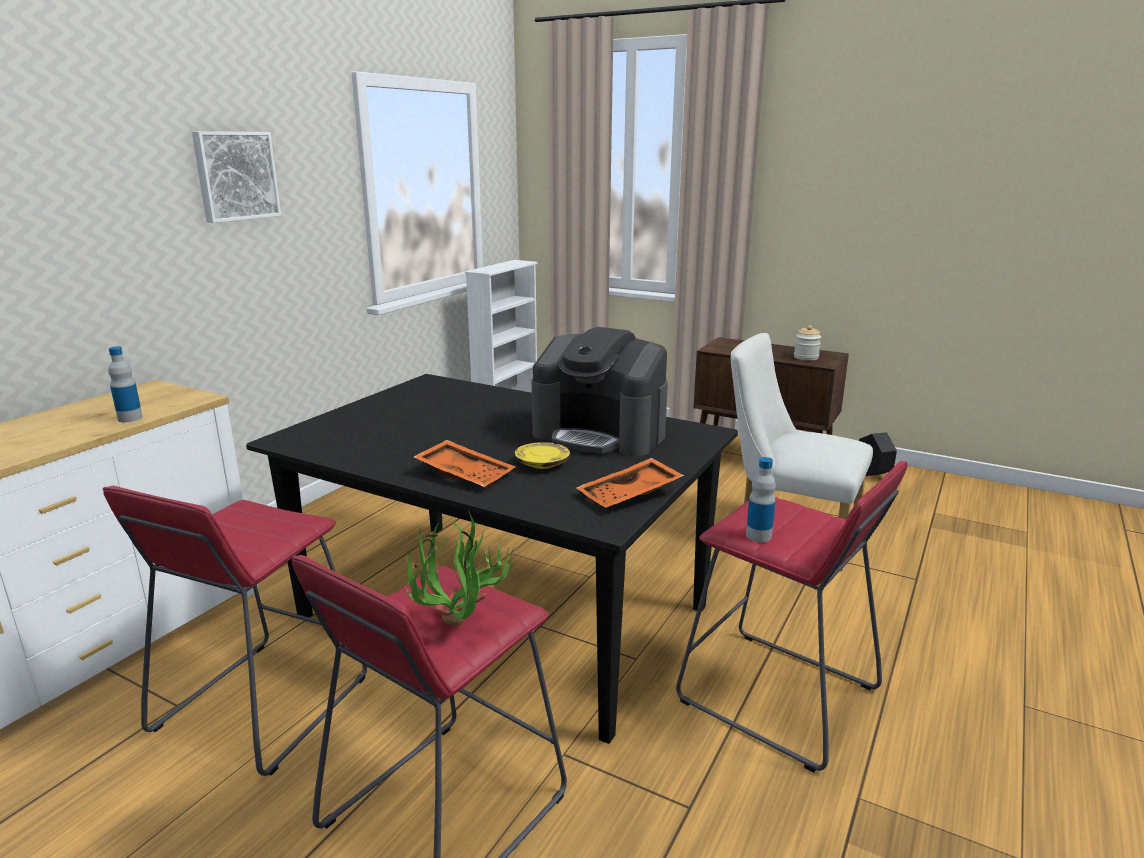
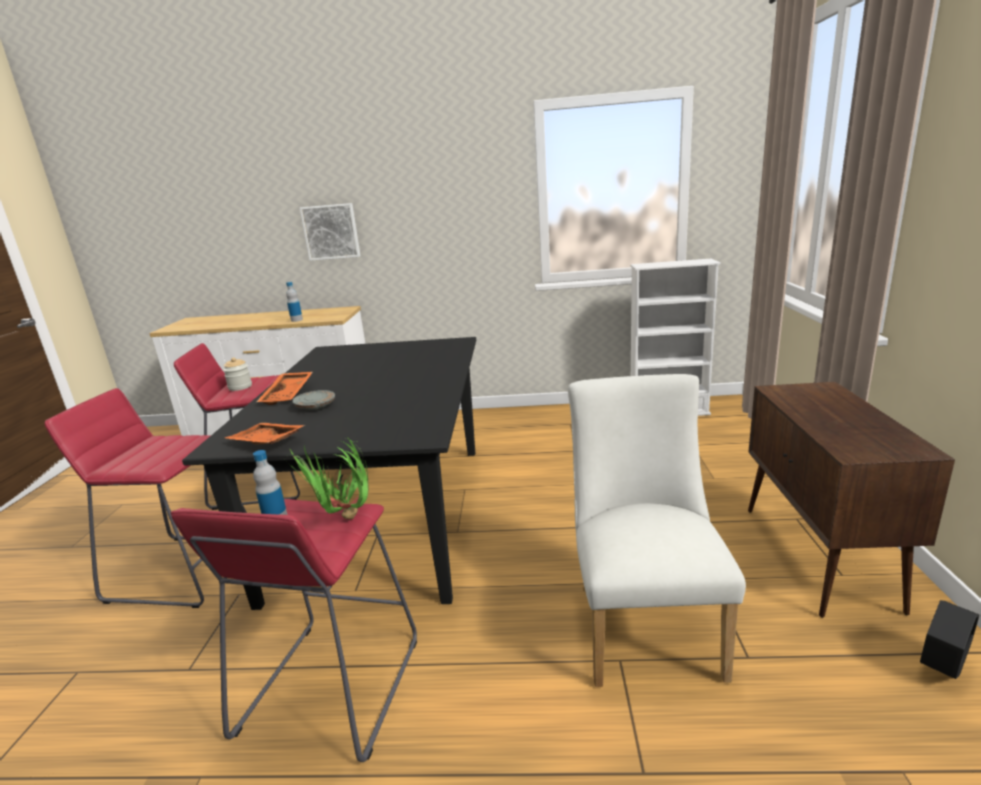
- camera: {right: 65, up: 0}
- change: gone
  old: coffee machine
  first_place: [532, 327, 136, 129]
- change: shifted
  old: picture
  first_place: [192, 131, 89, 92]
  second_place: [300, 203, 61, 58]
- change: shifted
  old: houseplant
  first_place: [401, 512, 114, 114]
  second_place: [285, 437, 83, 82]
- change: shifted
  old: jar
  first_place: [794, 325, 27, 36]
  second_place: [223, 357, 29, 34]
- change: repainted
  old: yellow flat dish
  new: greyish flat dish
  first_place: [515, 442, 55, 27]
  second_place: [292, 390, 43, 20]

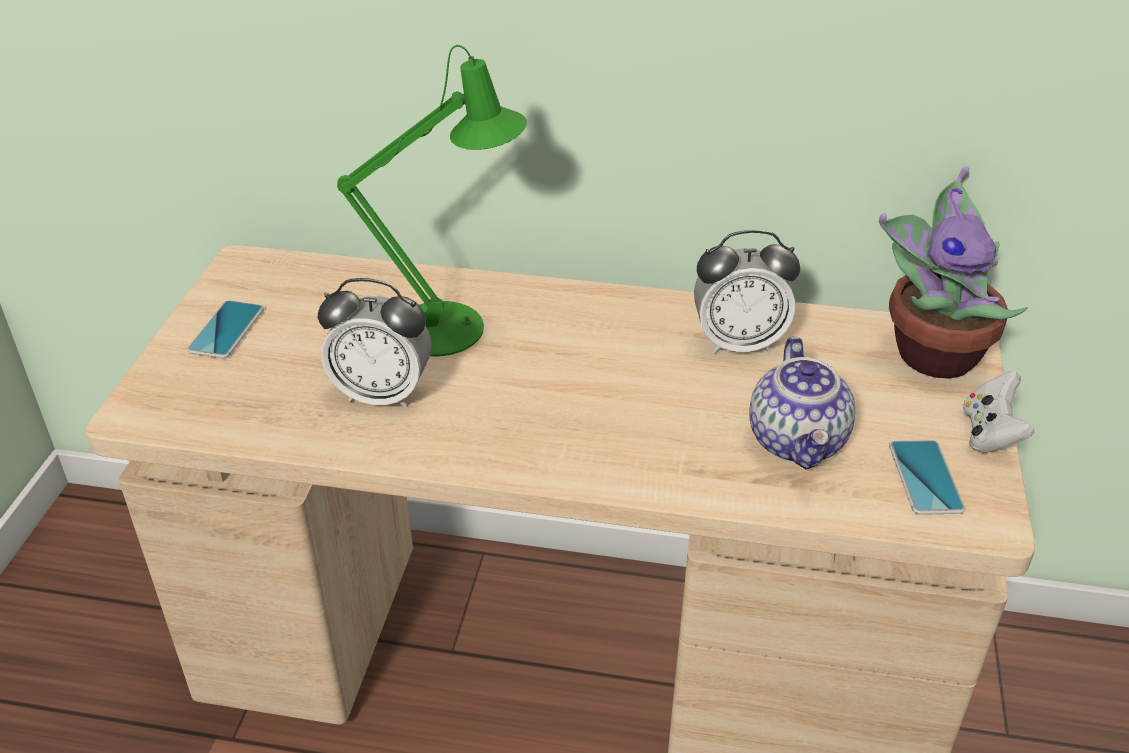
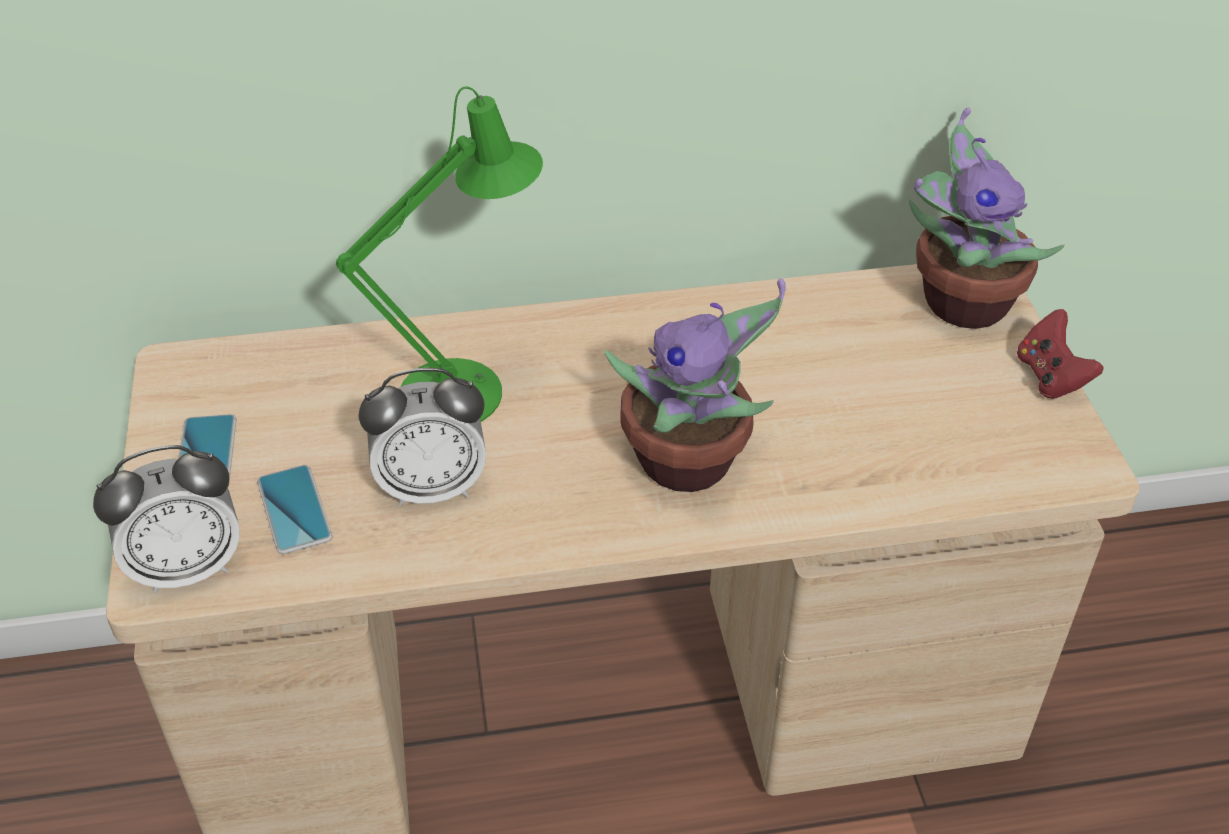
- camera: {right: -20, up: 5}
- change: gone
  old: teapot
  first_place: [749, 337, 106, 132]
- change: new
  new: houseplant
  second_place: [605, 279, 181, 213]
- change: shifted
  old: alarm clock
  first_place: [694, 230, 106, 124]
  second_place: [93, 445, 147, 149]
- change: shifted
  old: phone
  first_place: [889, 440, 76, 75]
  second_place: [257, 465, 76, 89]
- change: repainted
  old: white-coloured joypad
  new: red-coloured joypad
  first_place: [963, 371, 71, 82]
  second_place: [1017, 309, 86, 90]

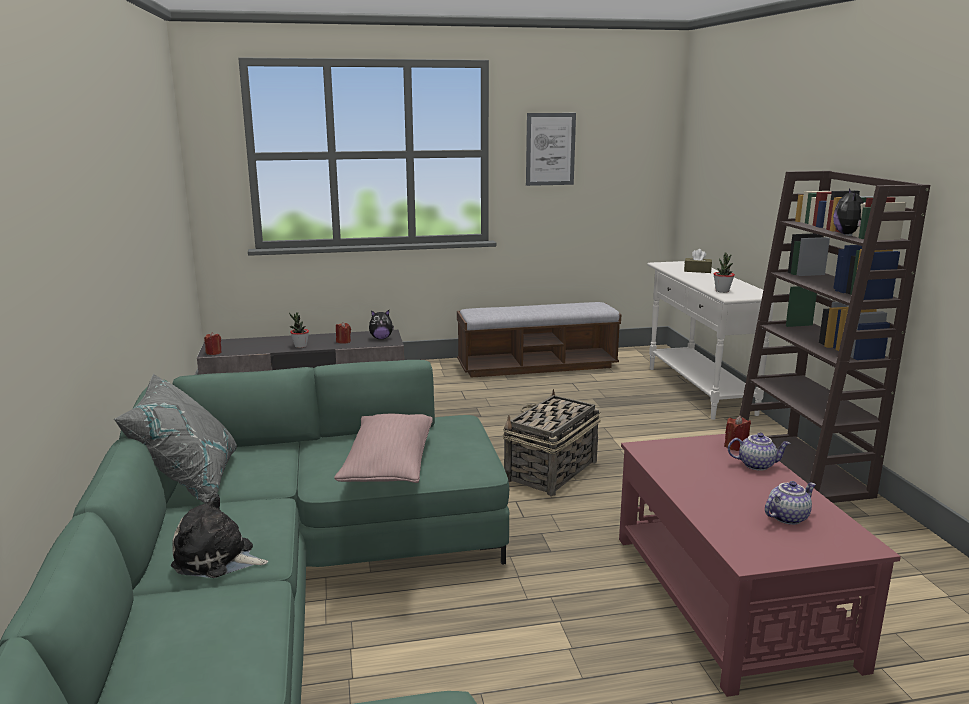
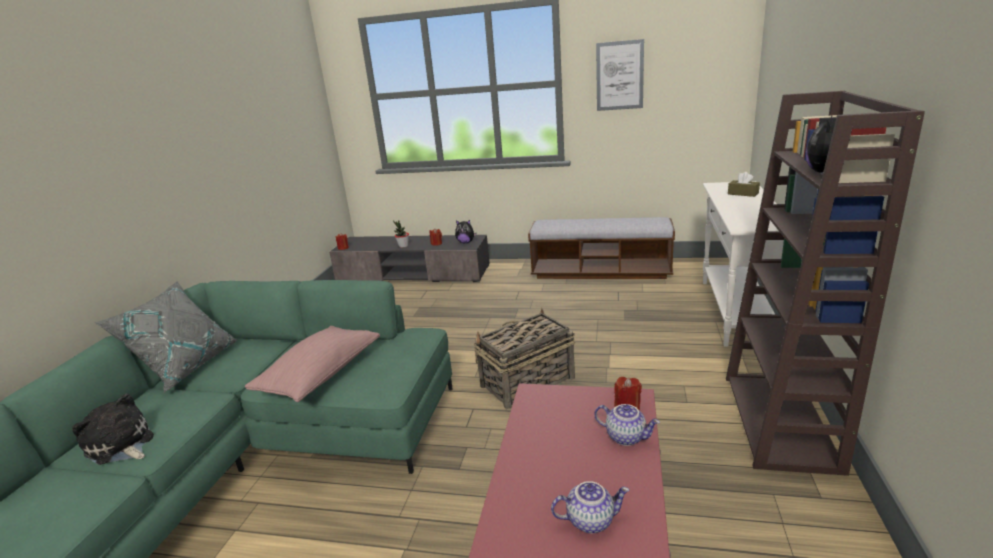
- camera: {right: 25, up: 5}
- change: gone
  old: houseplant
  first_place: [713, 252, 22, 41]

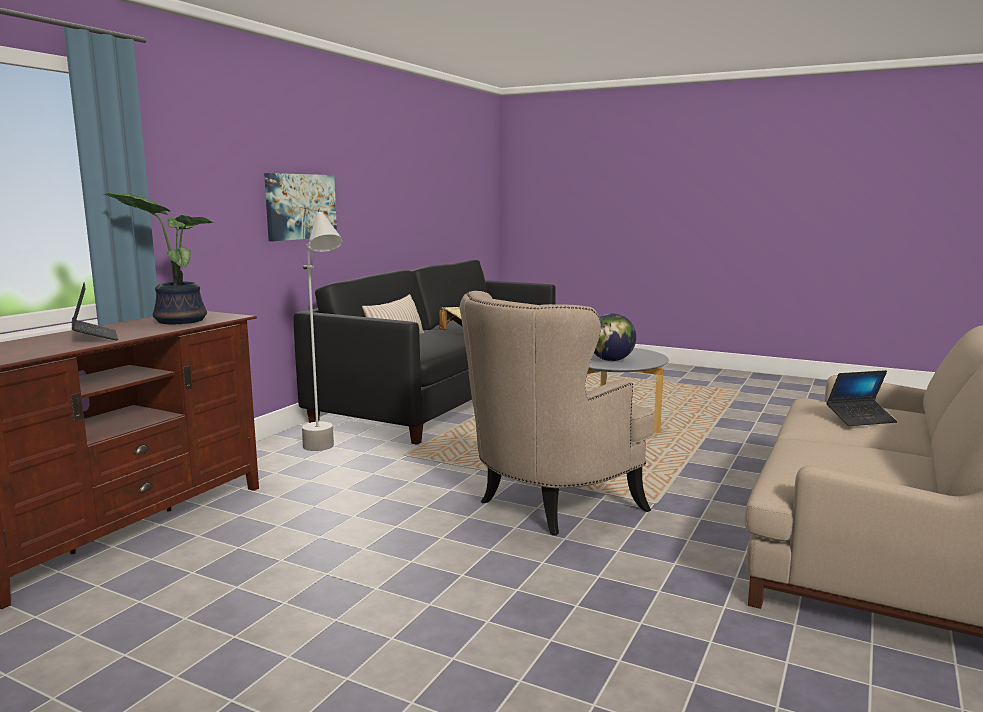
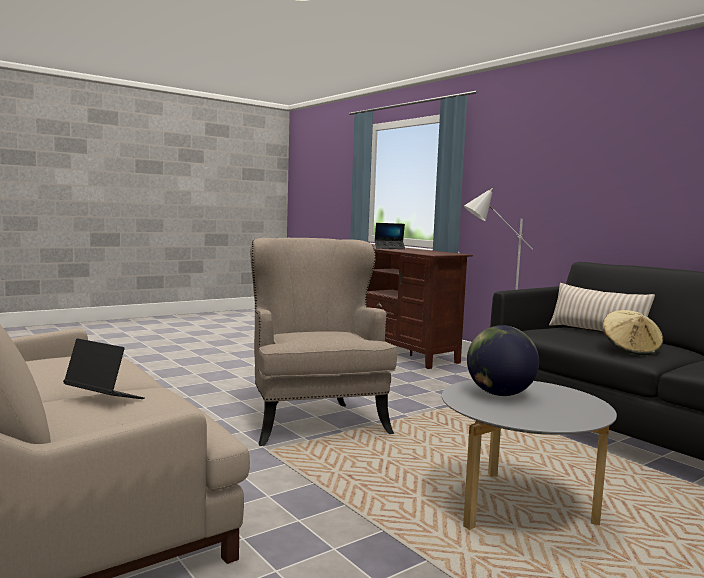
- camera: {right: 115, up: -5}
- change: gone
  old: houseplant
  first_place: [104, 192, 111, 132]
- change: gone
  old: picture
  first_place: [264, 173, 73, 68]
- change: rotated
  old: notebook computer
  first_place: [826, 370, 71, 56]
  second_place: [63, 338, 82, 61]
  degrees: 105

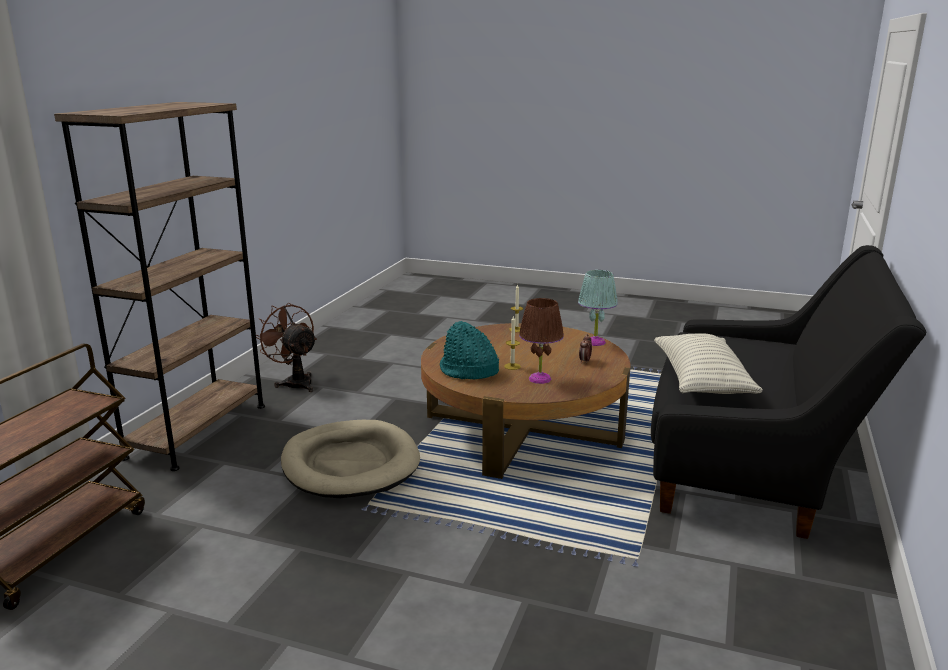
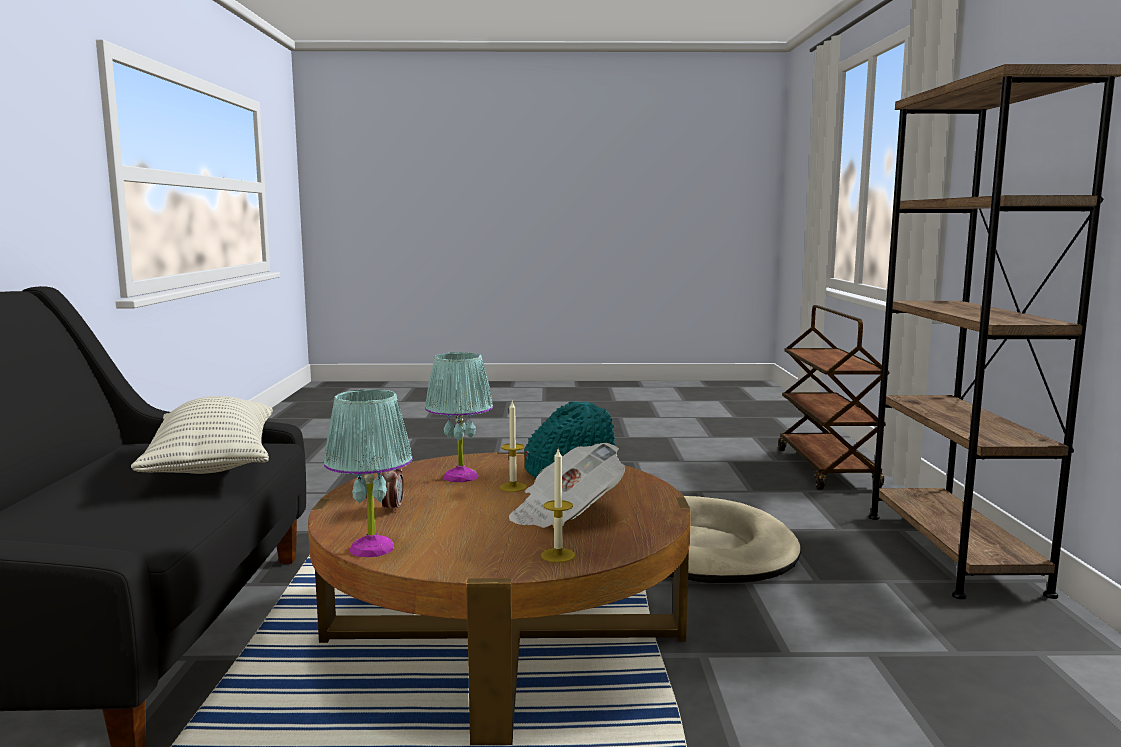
- camera: {right: 160, up: -10}
- change: gone
  old: brown fan
  first_place: [256, 303, 61, 89]
- change: new
  new: newspaper
  second_place: [509, 443, 116, 85]
- change: repainted
  old: brown tabletop lamp
  new: blue-green tabletop lamp
  first_place: [519, 298, 45, 86]
  second_place: [425, 352, 68, 130]

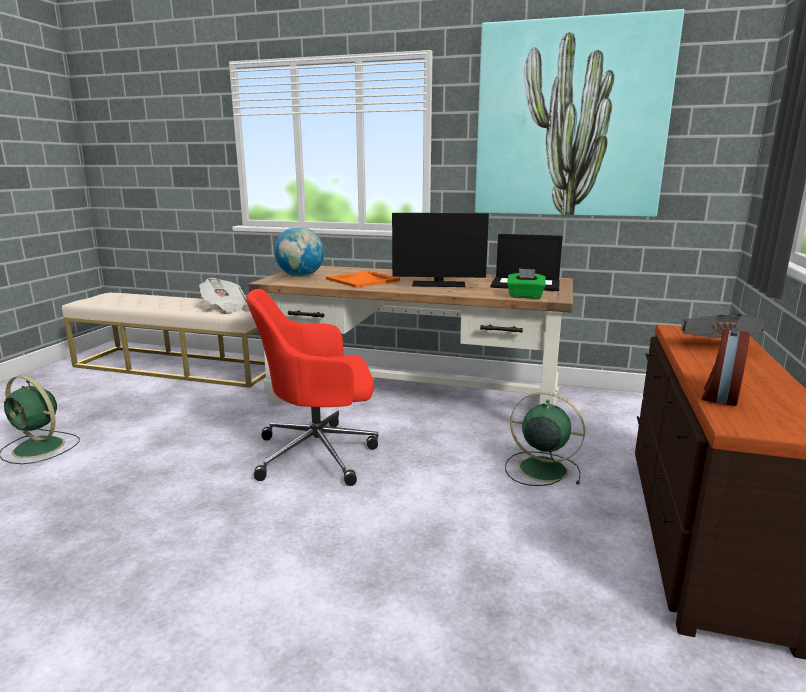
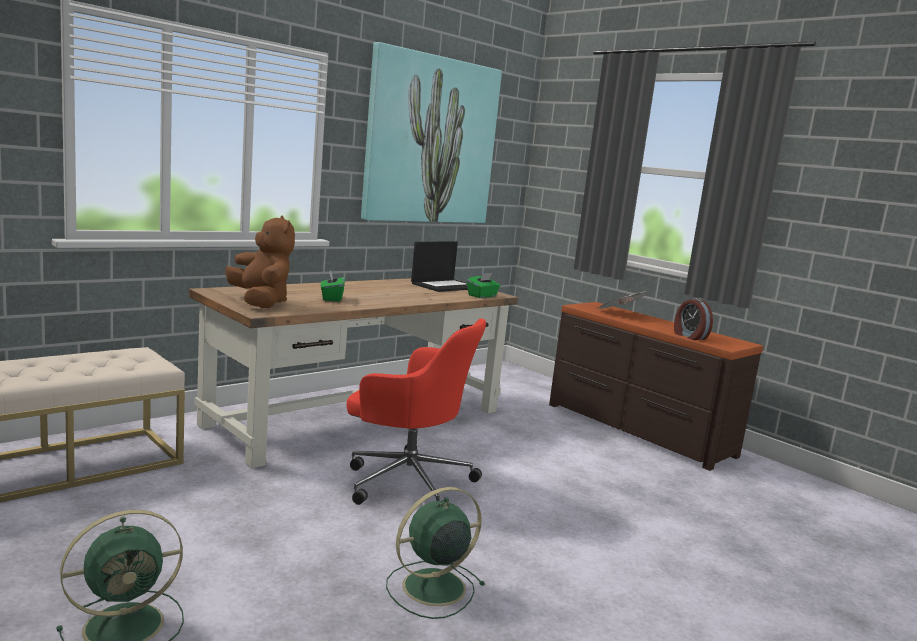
- camera: {right: -60, up: -5}
- change: gone
  old: newspaper
  first_place: [199, 278, 48, 34]
- change: gone
  old: monitor
  first_place: [392, 213, 97, 74]
- change: shifted
  old: green-coloured fan
  first_place: [505, 392, 80, 94]
  second_place: [386, 487, 99, 132]
- change: swapped
  old: desk globe
  new: brown plush toy
  first_place: [274, 227, 50, 50]
  second_place: [225, 216, 70, 92]
- change: swapped
  old: orange-coloured tray
  new: green-coloured tissue holder
  first_place: [326, 271, 74, 17]
  second_place: [321, 271, 24, 31]
- change: rotated
  old: red-coloured computer chair
  first_place: [246, 289, 132, 197]
  second_place: [347, 318, 139, 187]
  degrees: -90

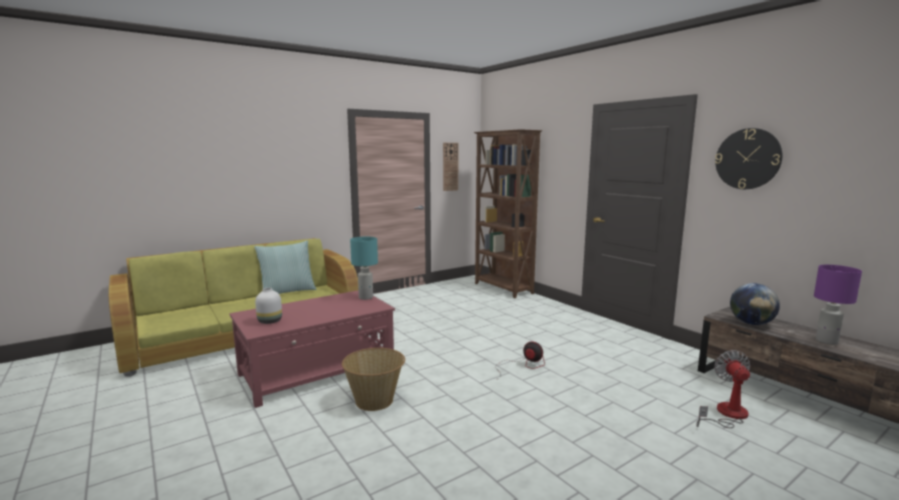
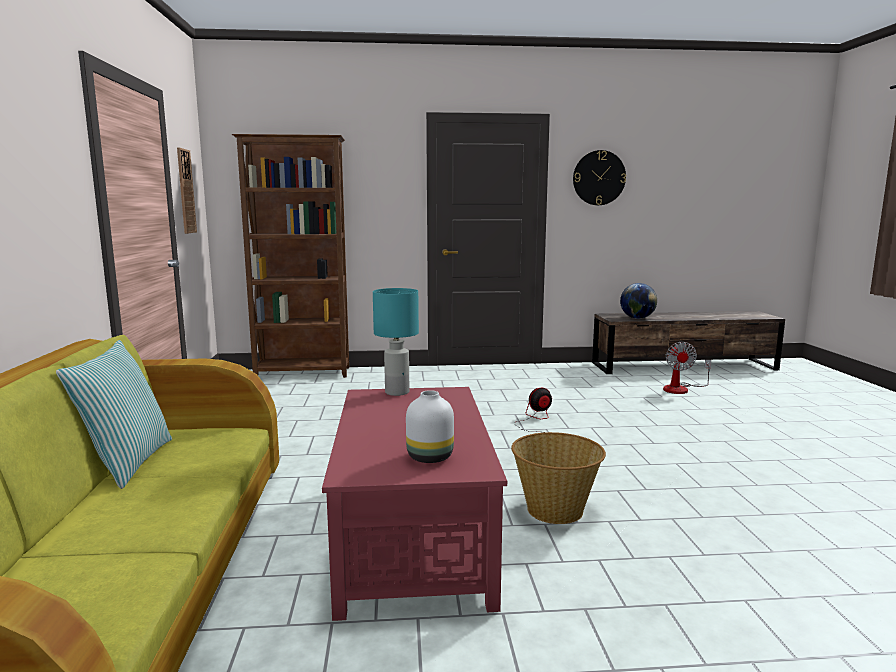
- camera: {right: -60, up: 0}
- change: gone
  old: purplish tabletop lamp
  first_place: [814, 265, 48, 80]
- change: rotated
  old: fan
  first_place: [696, 350, 54, 78]
  second_place: [663, 341, 48, 53]
  degrees: -120

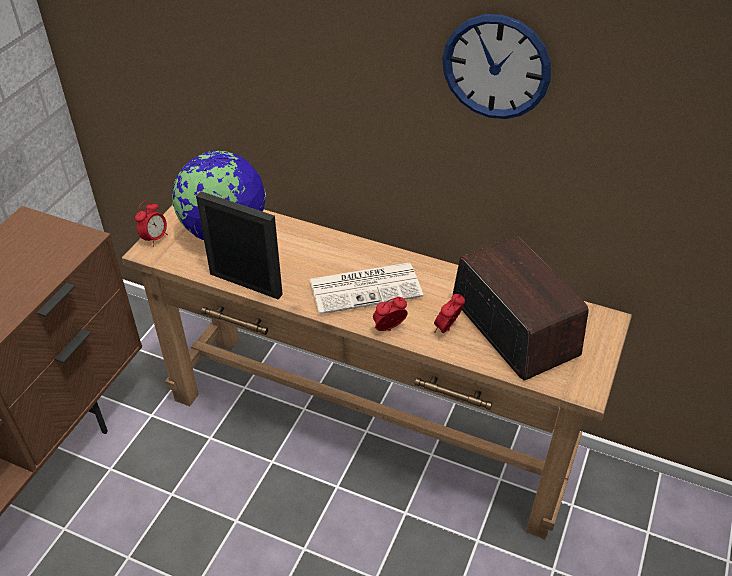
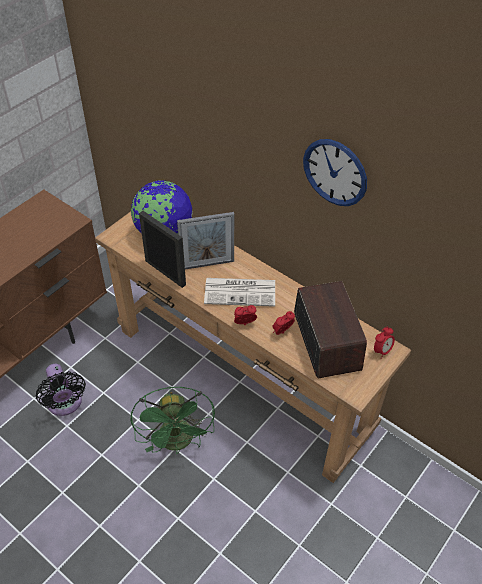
- camera: {right: 15, up: 5}
- change: new
  new: blackish fan
  second_place: [35, 364, 51, 52]
- change: new
  new: green-coloured fan
  second_place: [130, 387, 85, 68]
- change: new
  new: photo frame
  second_place: [177, 212, 57, 58]
- change: shifted
  old: alarm clock
  first_place: [135, 200, 33, 47]
  second_place: [374, 326, 21, 33]

